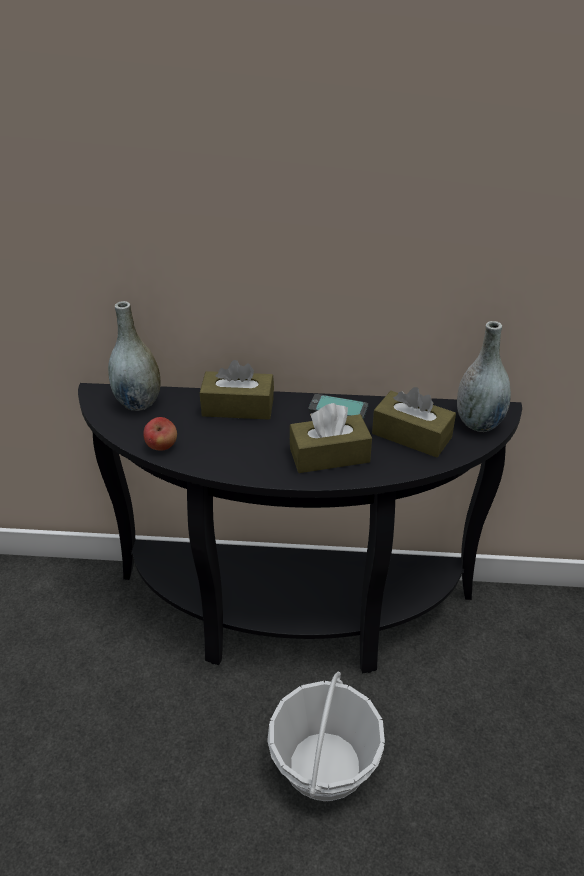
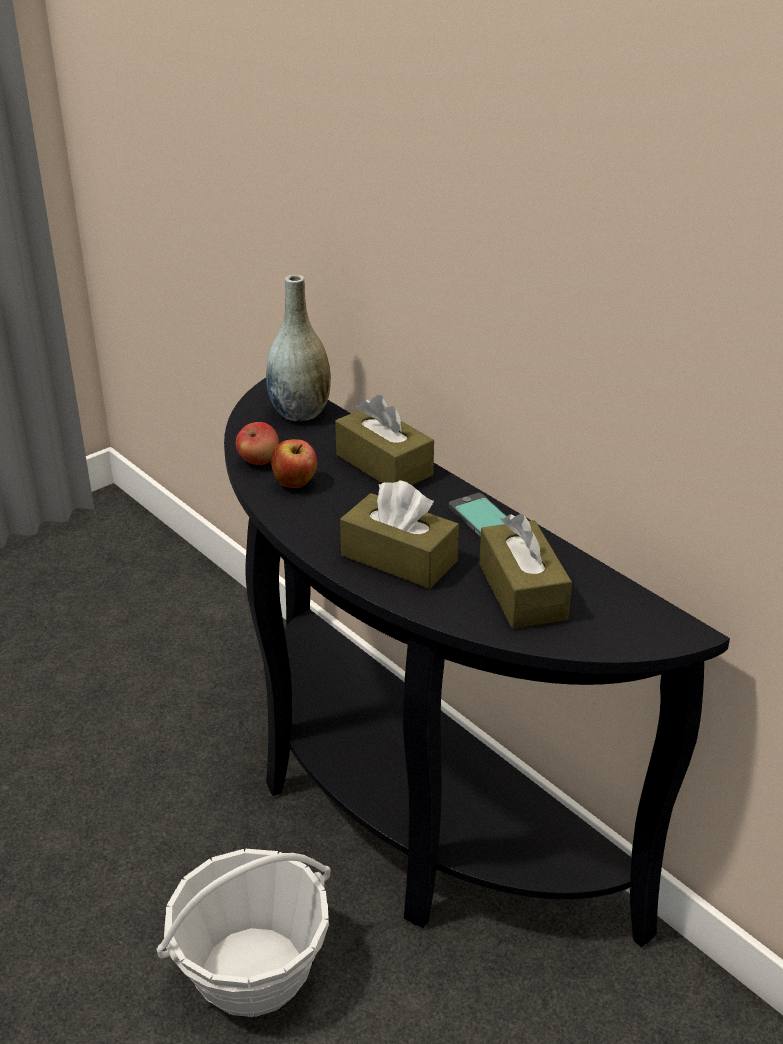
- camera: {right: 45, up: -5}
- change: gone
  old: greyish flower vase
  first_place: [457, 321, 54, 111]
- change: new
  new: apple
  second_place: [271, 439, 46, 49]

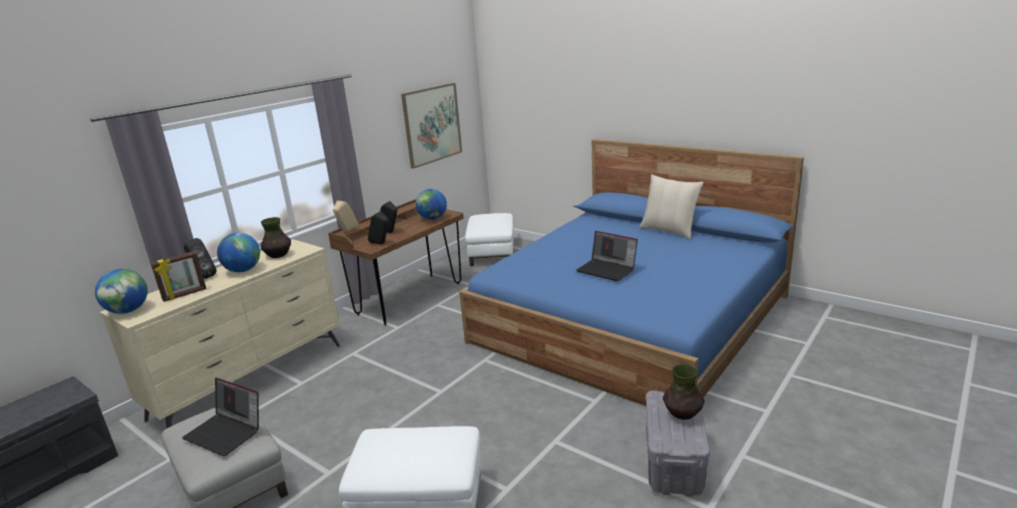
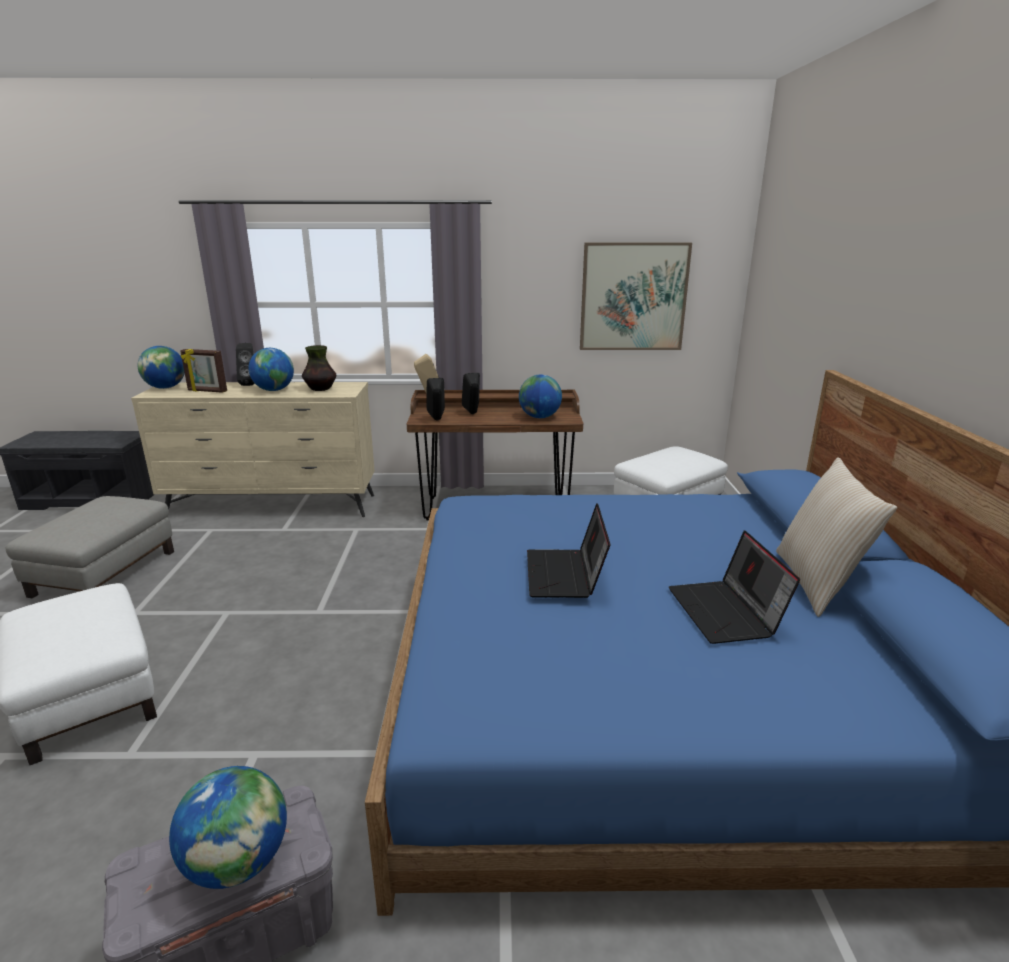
- camera: {right: 50, up: 0}
- change: shifted
  old: notebook computer
  first_place: [182, 378, 77, 79]
  second_place: [669, 530, 131, 114]
- change: swapped
  old: flower vase
  new: desk globe
  first_place: [663, 364, 42, 56]
  second_place: [169, 766, 118, 123]

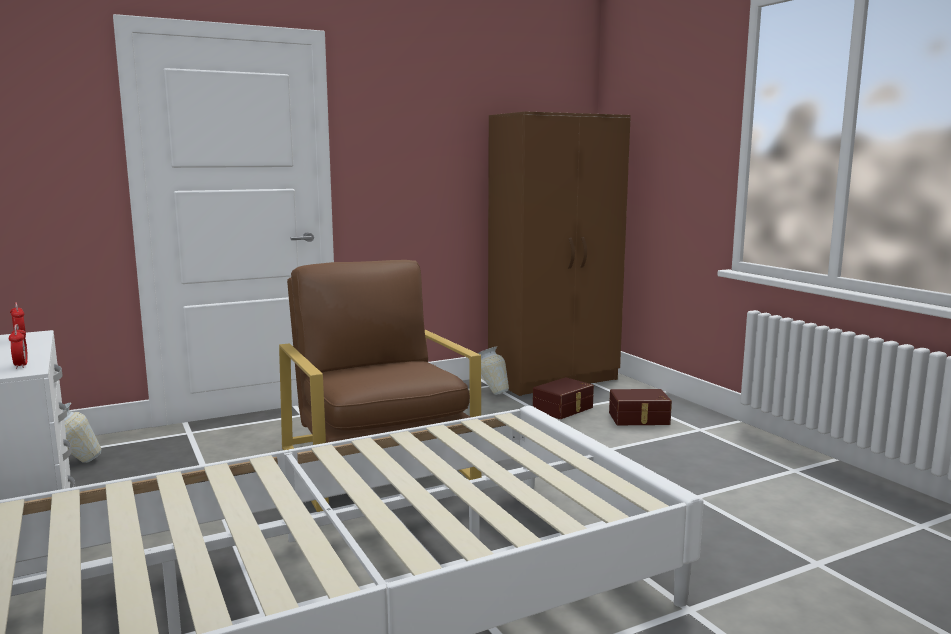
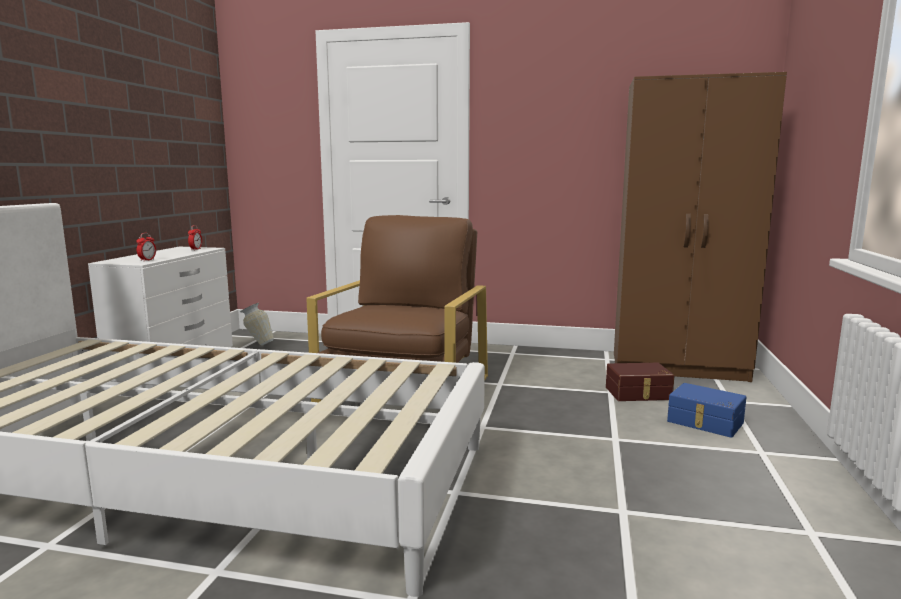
- camera: {right: 40, up: 0}
- change: gone
  old: flower vase
  first_place: [478, 347, 31, 48]
- change: repainted
  old: brown storage box
  new: bluish storage box
  first_place: [609, 389, 63, 36]
  second_place: [667, 383, 79, 55]

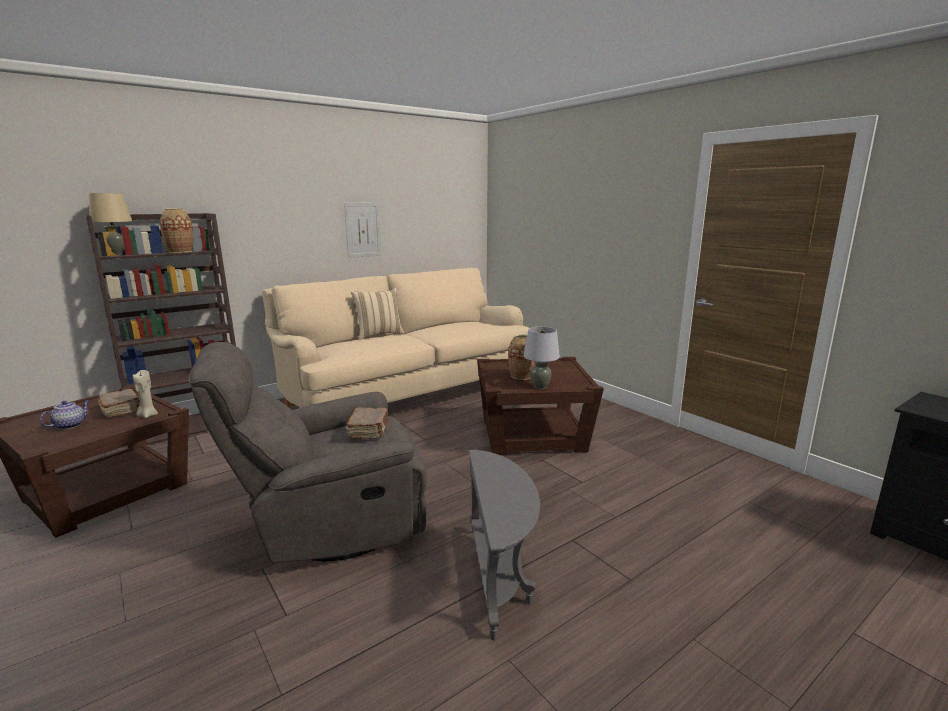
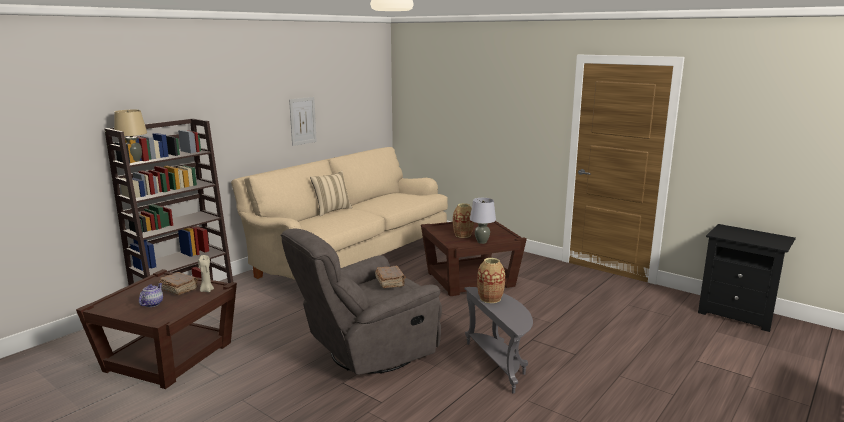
- camera: {right: -15, up: 0}
- change: shifted
  old: flower vase
  first_place: [160, 208, 34, 45]
  second_place: [477, 258, 28, 45]

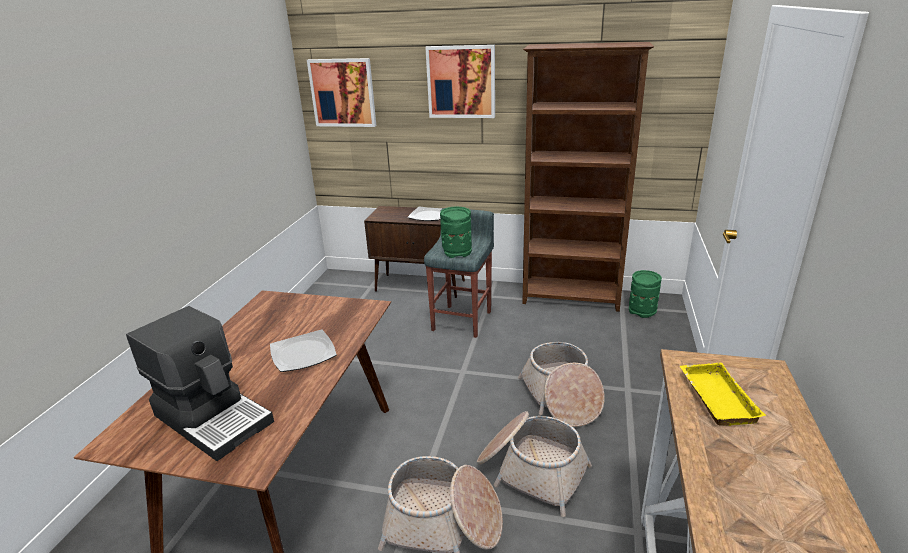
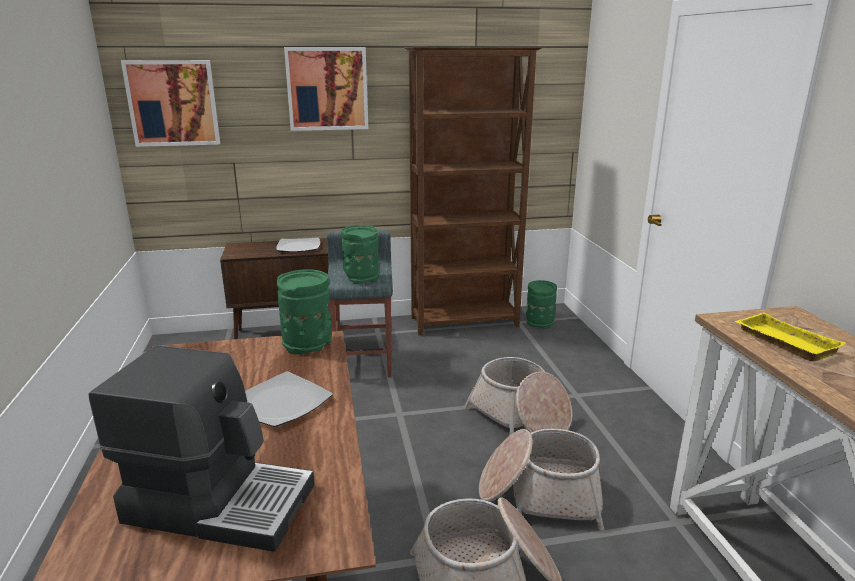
- camera: {right: -25, up: -5}
- change: new
  new: green-coloured flower vase
  second_place: [277, 269, 55, 86]

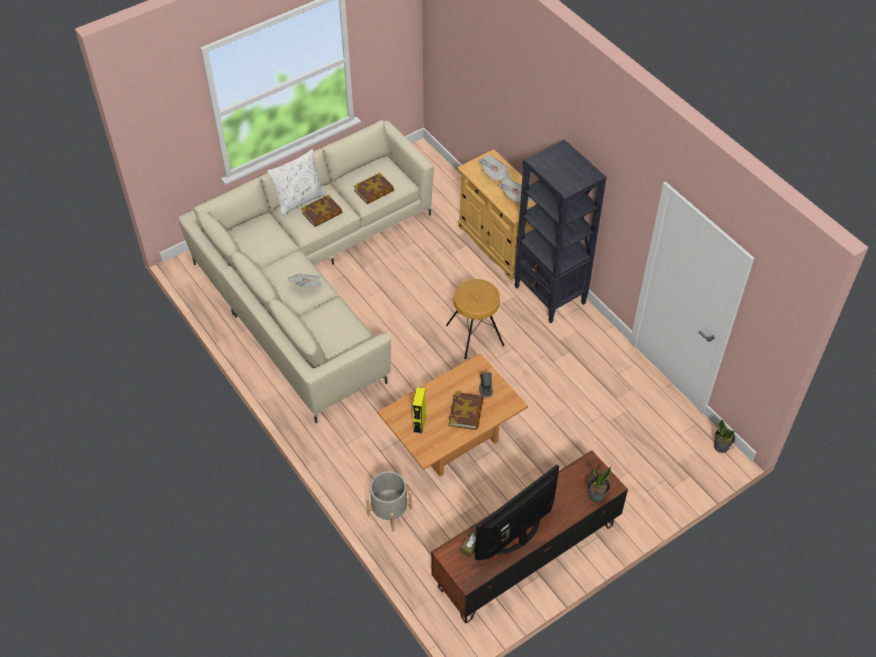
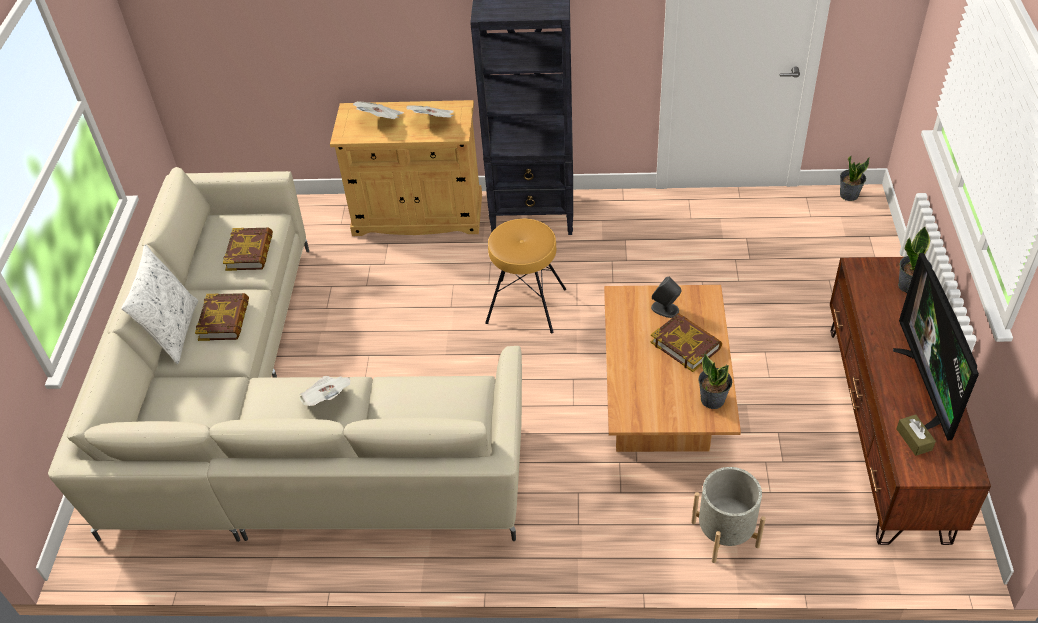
- camera: {right: -50, up: -5}
- change: gone
  old: yellow audio speaker
  first_place: [413, 387, 13, 47]
- change: new
  new: houseplant
  second_place: [698, 353, 34, 56]

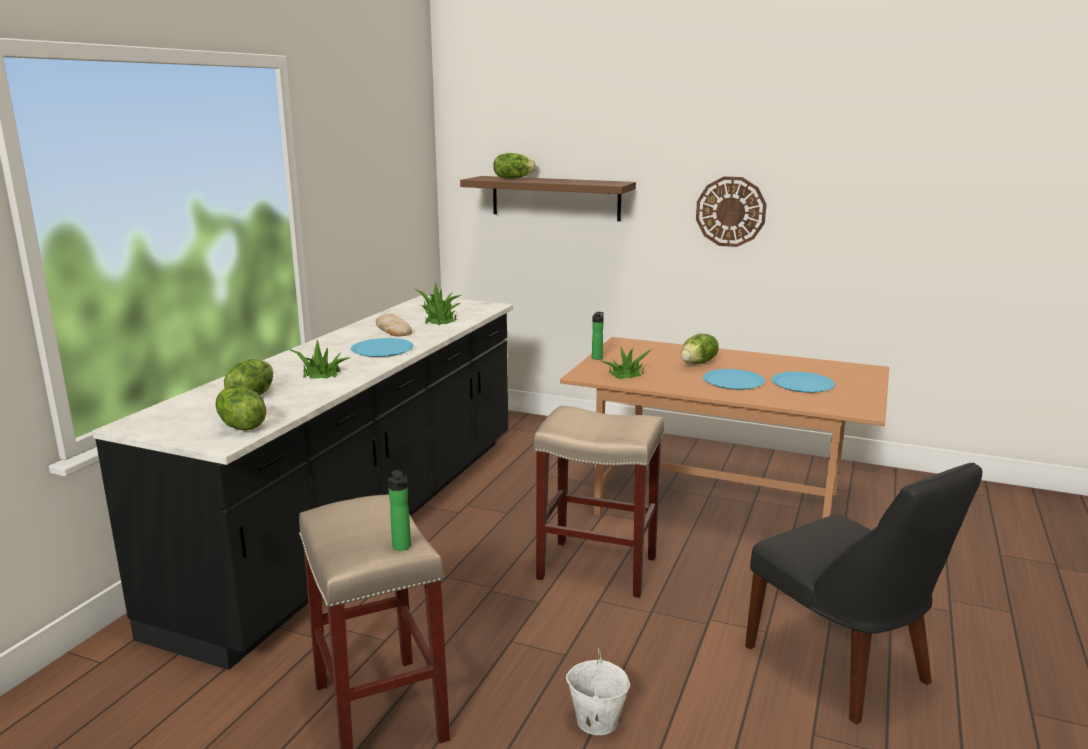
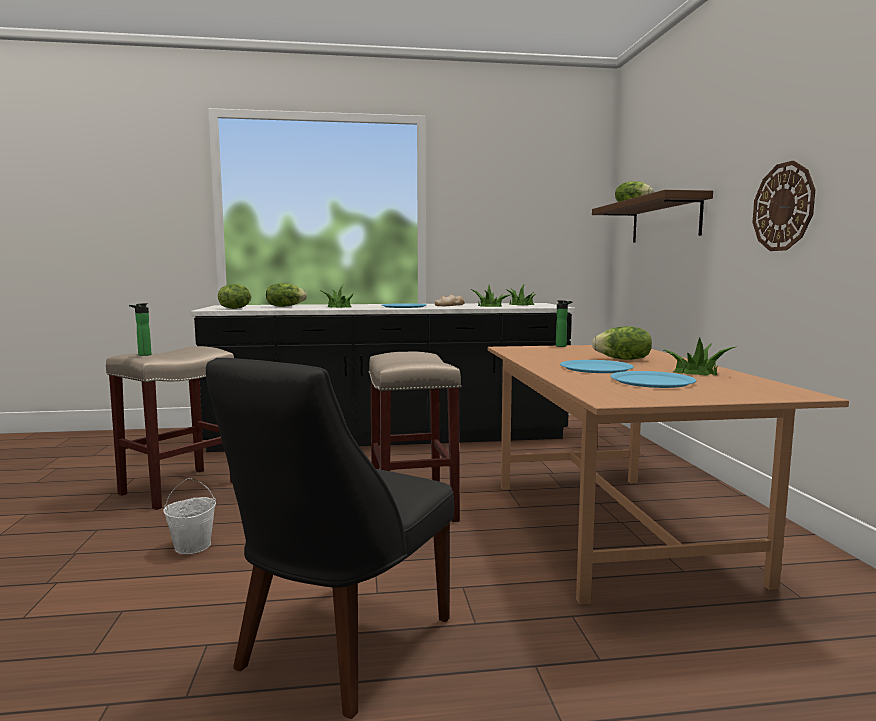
- camera: {right: 60, up: -10}
- change: shifted
  old: houseplant
  first_place: [601, 347, 50, 32]
  second_place: [664, 337, 71, 39]

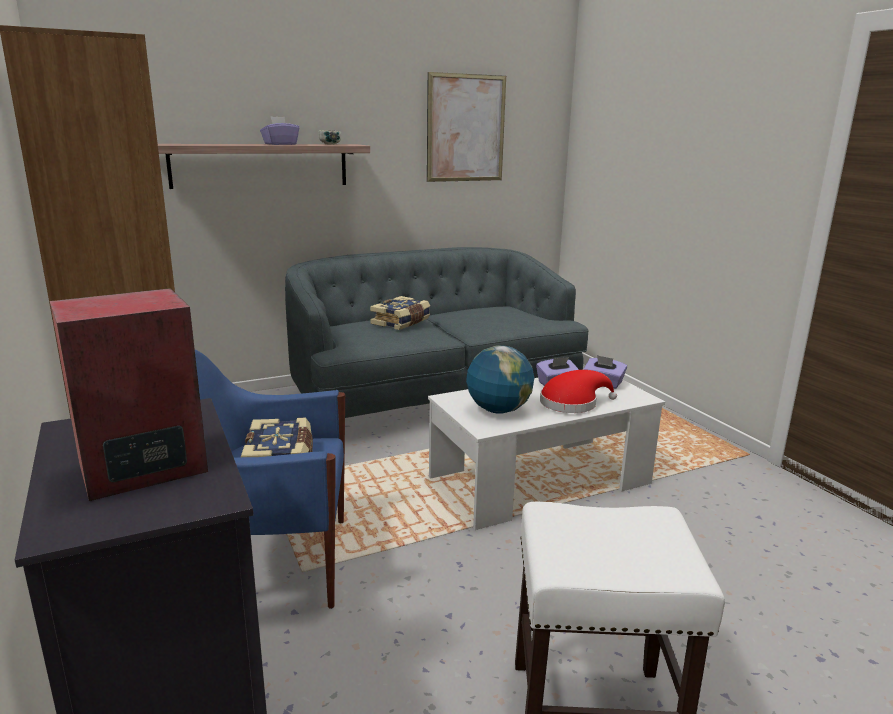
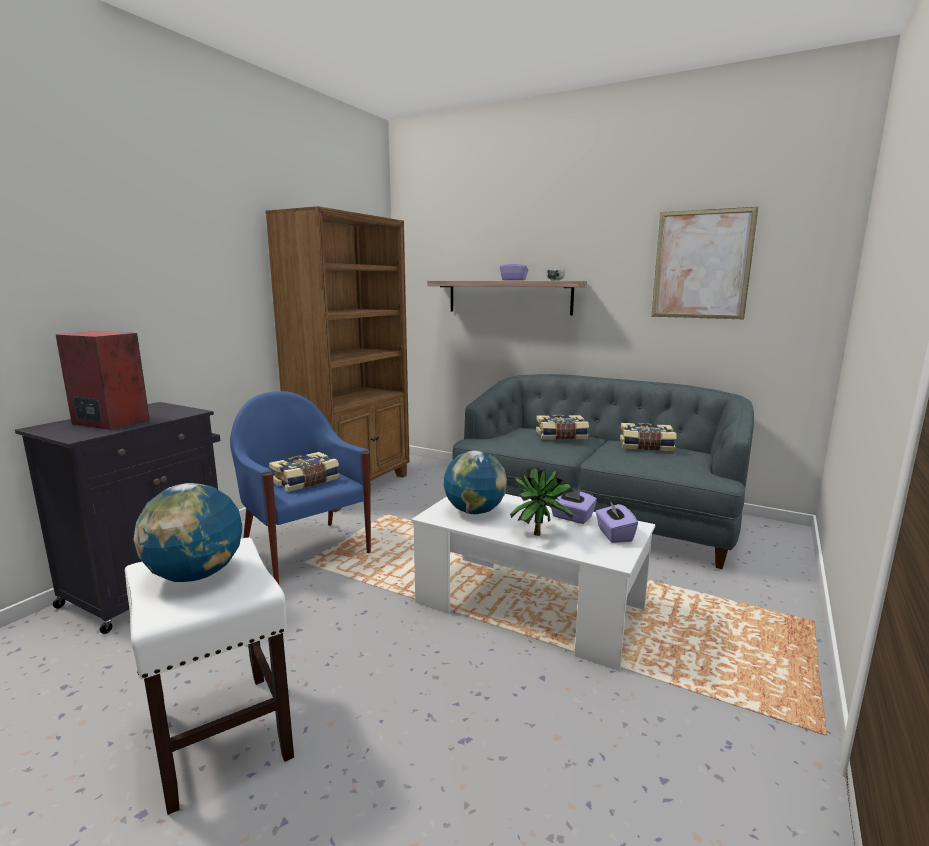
- camera: {right: 55, up: -5}
- change: new
  new: desk globe
  second_place: [133, 483, 109, 99]
- change: new
  new: book
  second_place: [620, 423, 56, 28]
- change: swapped
  old: red-coloured hat
  new: houseplant
  first_place: [540, 370, 77, 43]
  second_place: [510, 468, 63, 68]

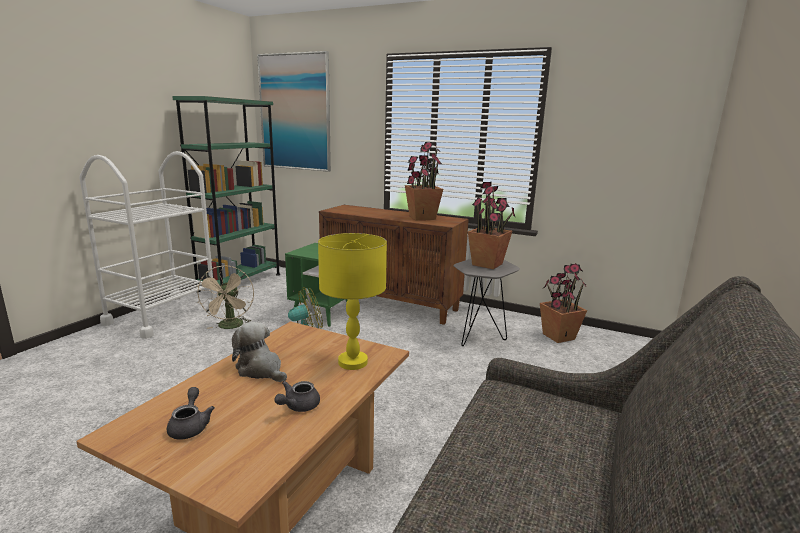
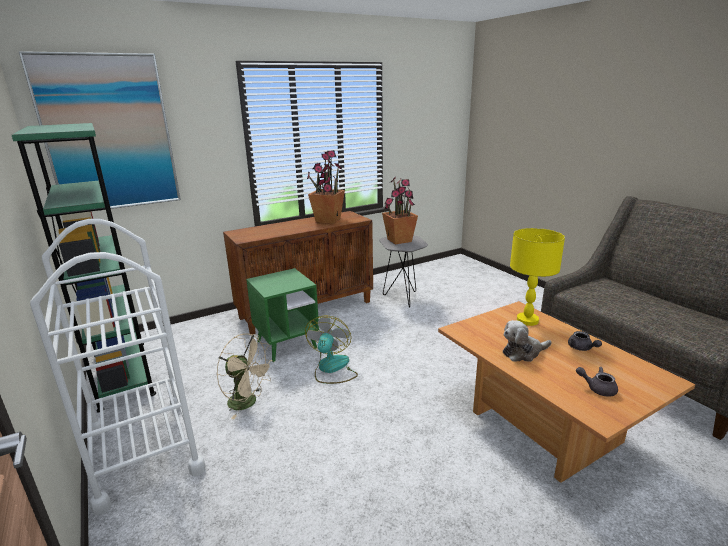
- camera: {right: -55, up: 5}
- change: gone
  old: houseplant
  first_place: [540, 263, 47, 80]

